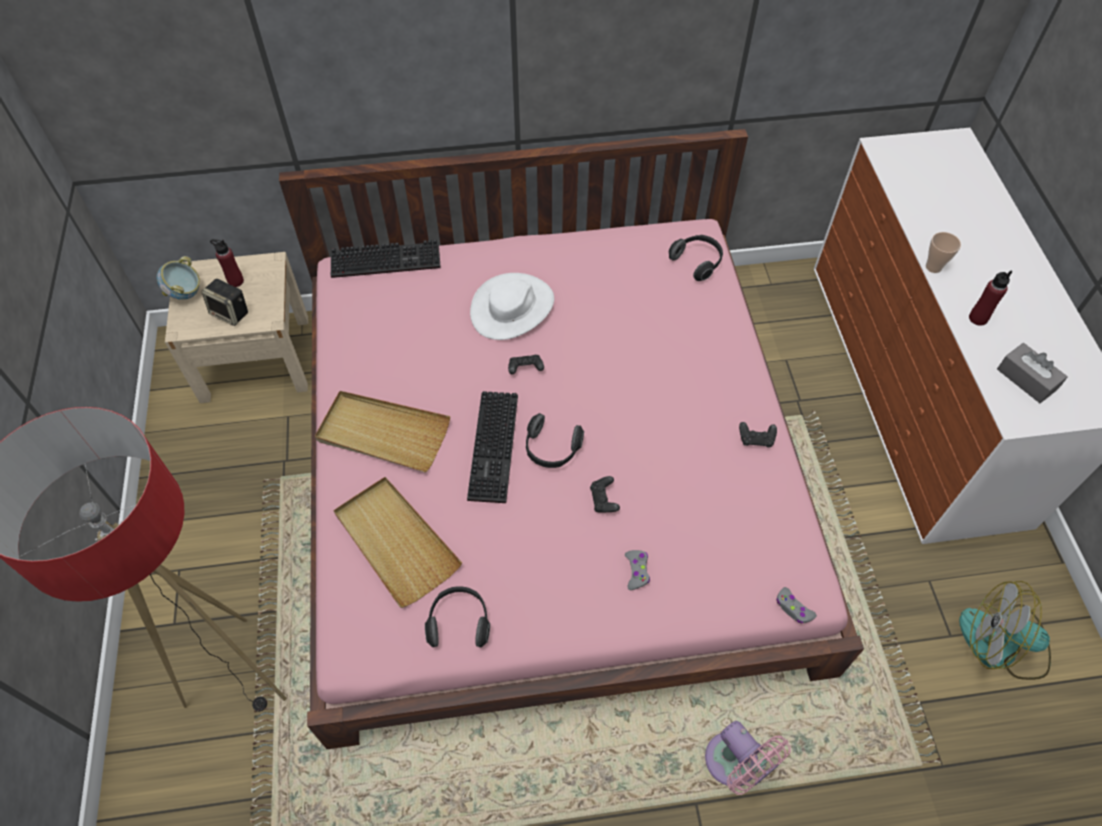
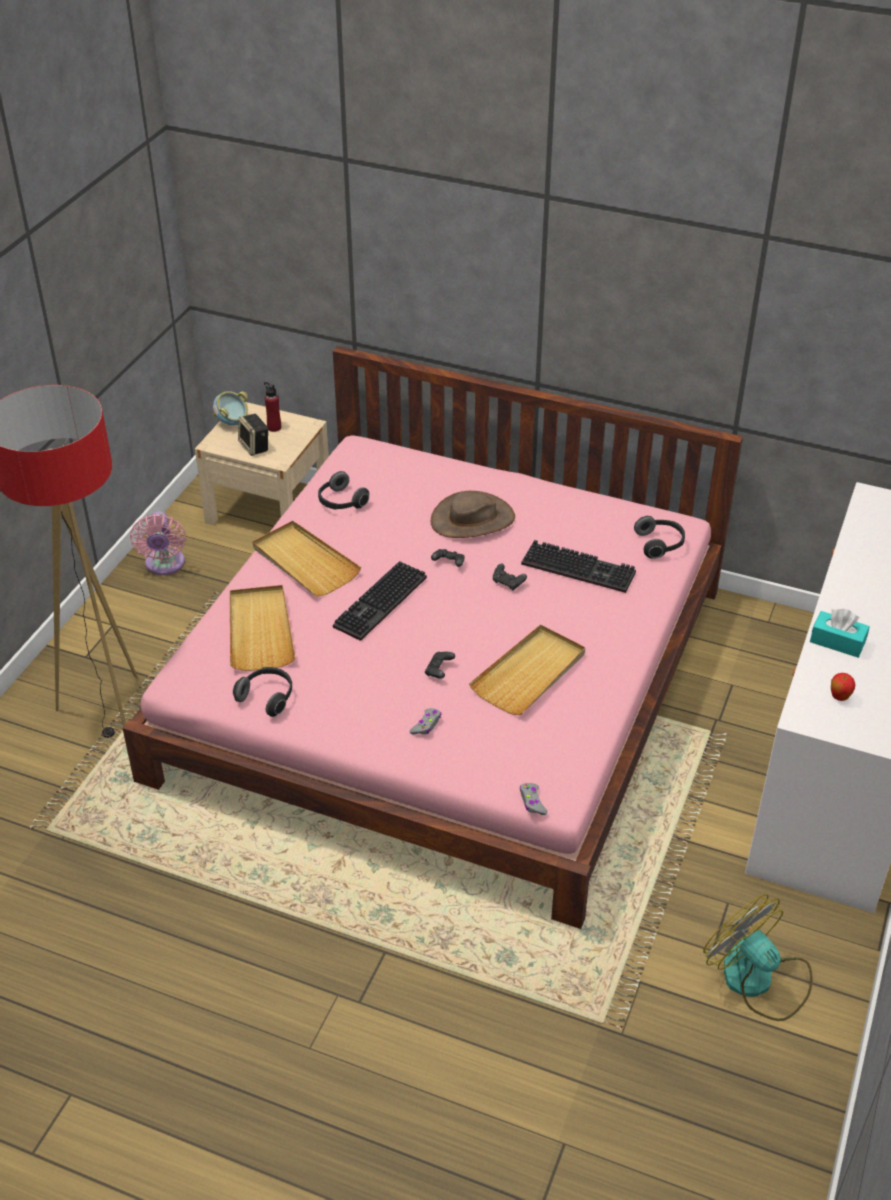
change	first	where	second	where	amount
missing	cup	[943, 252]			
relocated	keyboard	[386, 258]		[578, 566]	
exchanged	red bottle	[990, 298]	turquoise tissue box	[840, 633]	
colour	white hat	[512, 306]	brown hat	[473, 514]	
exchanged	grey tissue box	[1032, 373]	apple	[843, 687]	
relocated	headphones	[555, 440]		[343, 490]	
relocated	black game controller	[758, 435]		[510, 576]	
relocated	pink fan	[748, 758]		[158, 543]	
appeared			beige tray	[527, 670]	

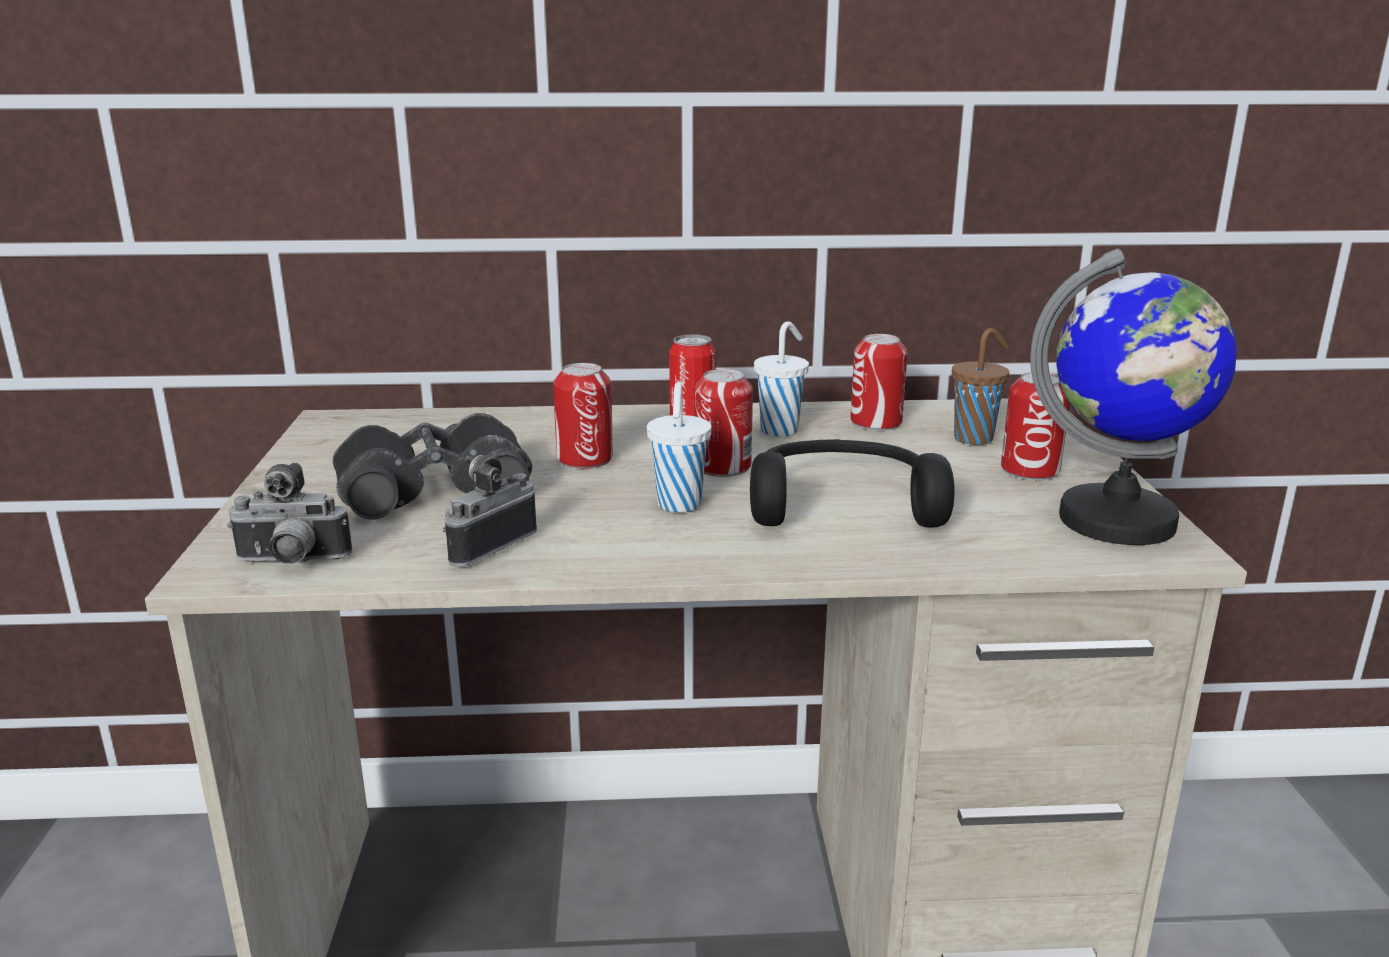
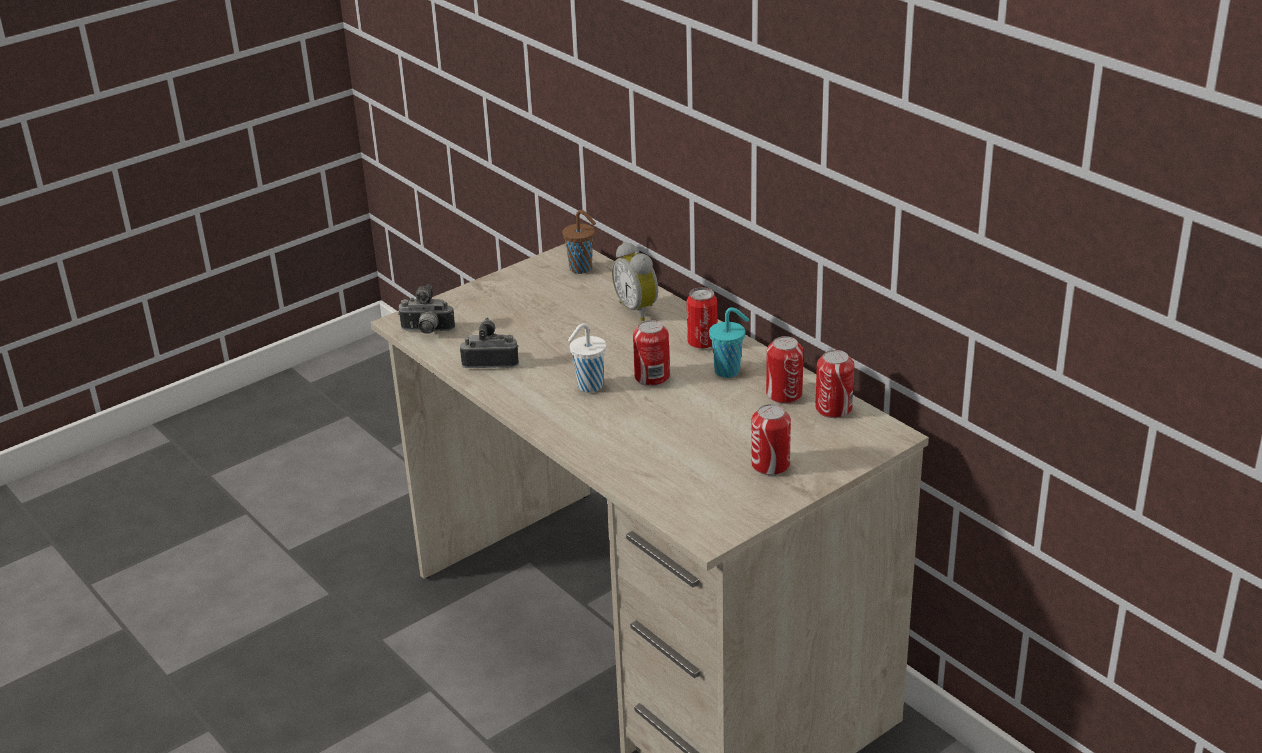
change	first	where	second	where	amount
missing	globe	[1133, 397]			
colour	white cup	[781, 379]	turquoise cup	[729, 342]	
relocated	brown cup	[980, 386]		[579, 242]	
relocated	can	[583, 416]		[835, 384]	
missing	black binoculars	[432, 466]			
missing	black headphones	[852, 483]			
spun	photo camera	[289, 513]		[426, 309]	45 degrees counterclockwise
appeared			alarm clock	[635, 281]	

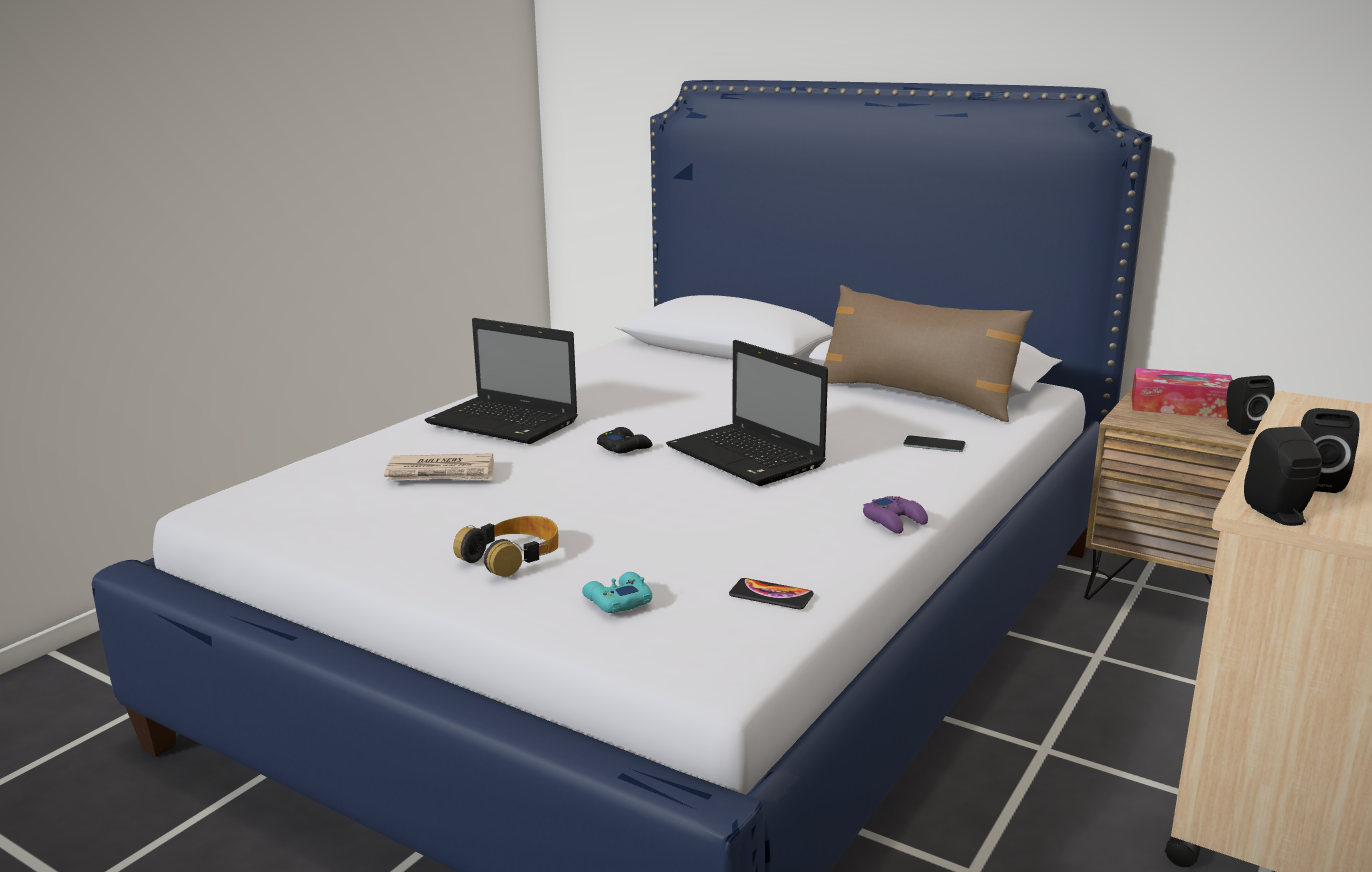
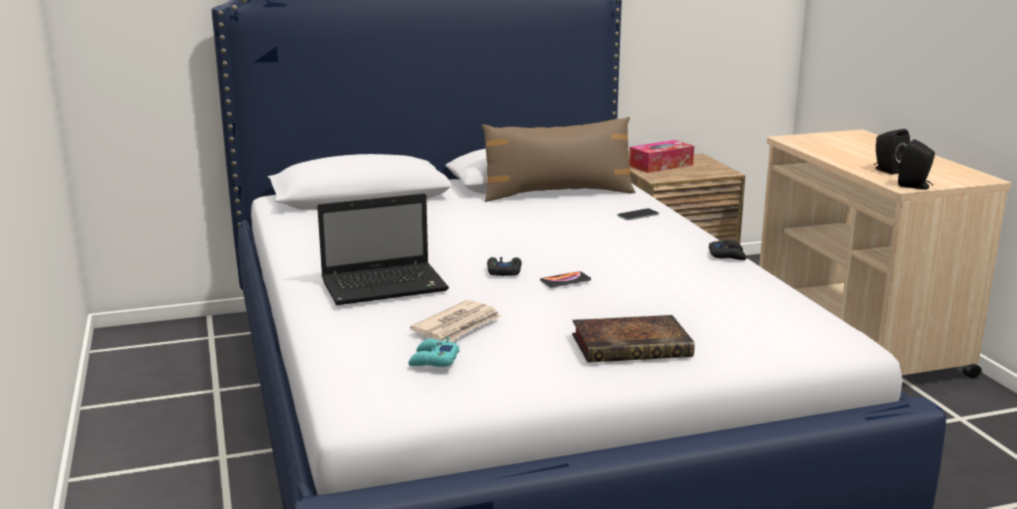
change	first	where	second	where	amount
missing	laptop	[747, 413]			
missing	black speaker	[1250, 405]			
colour	purple game controller	[895, 515]	black game controller	[727, 250]	
exchanged	headphones	[505, 546]	book	[633, 339]	
relocated	turquoise game controller	[617, 592]		[434, 352]	
relocated	phone	[771, 594]		[565, 279]	

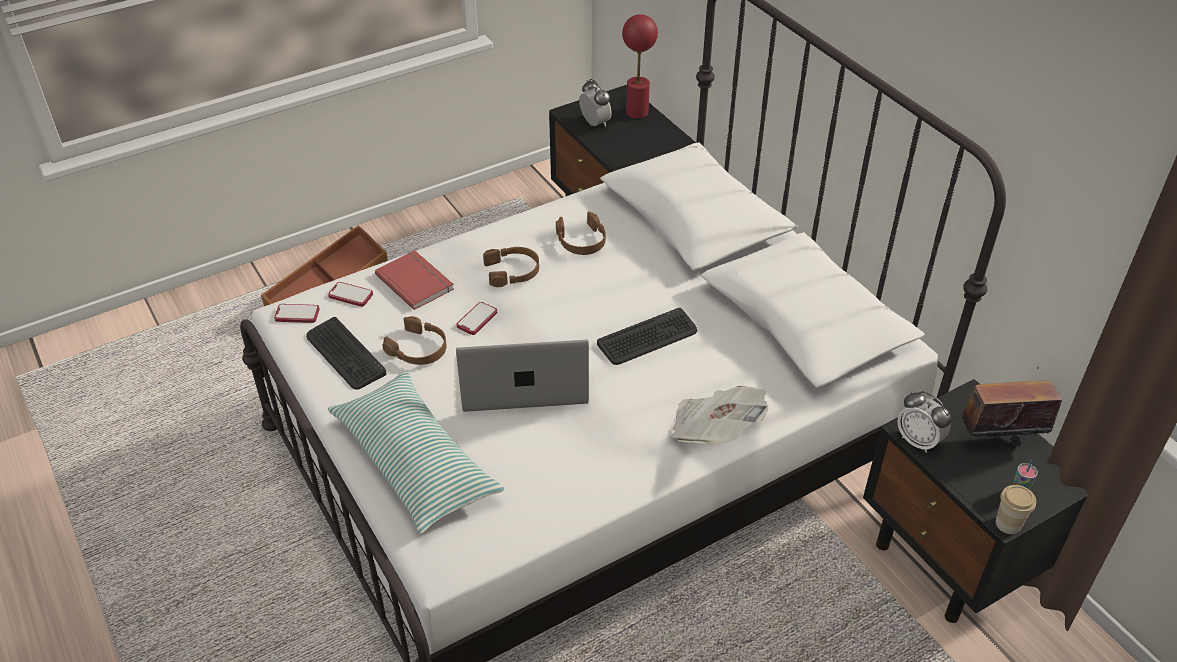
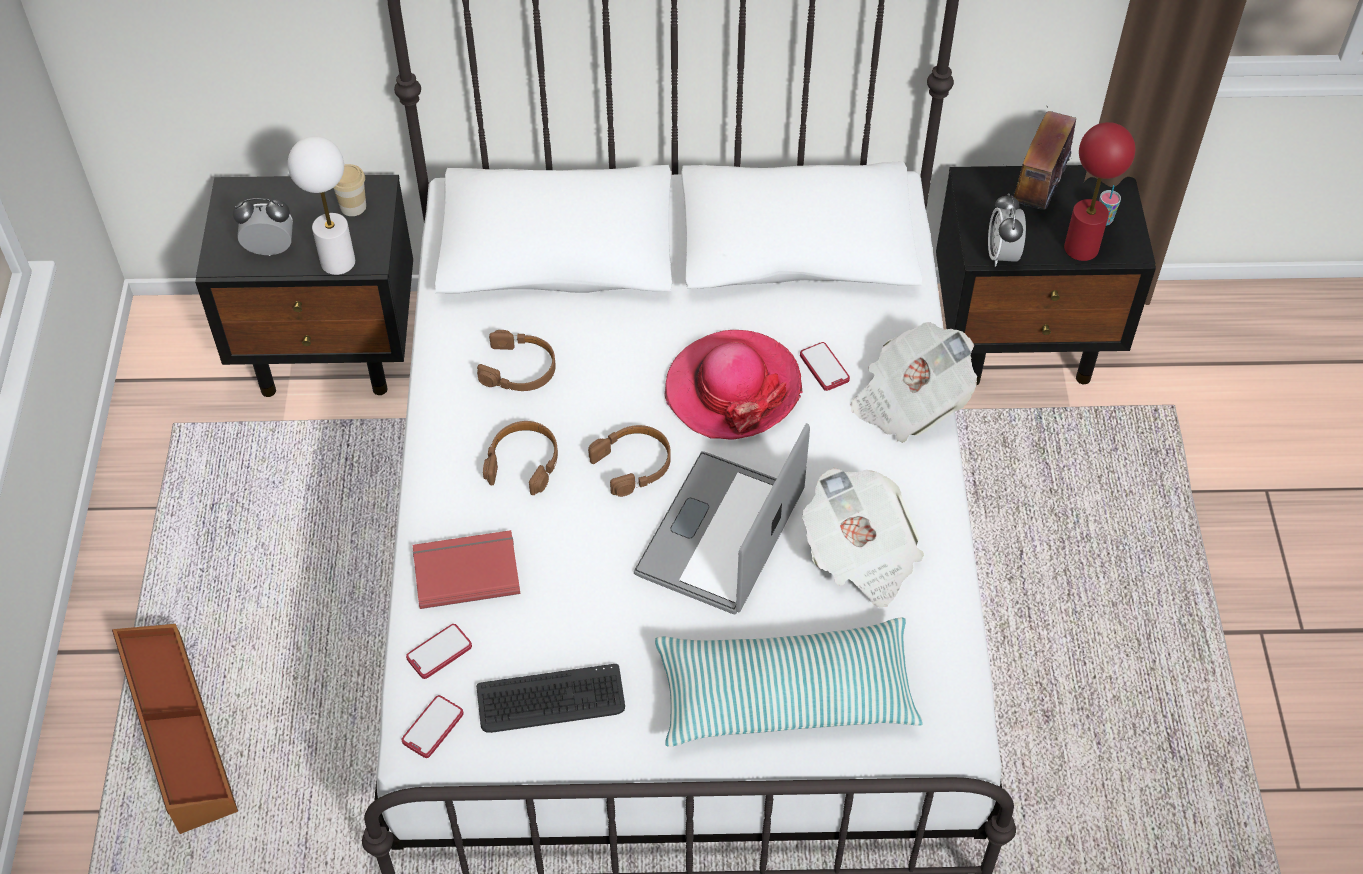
change	first	where	second	where	amount
relocated	red table lamp	[640, 66]		[1099, 191]	
relocated	phone	[476, 318]		[825, 366]	
exchanged	keyboard	[647, 336]	hat	[733, 385]	
relocated	brown headphones	[414, 340]		[629, 461]	
spun	alarm clock	[924, 422]		[1007, 230]	105 degrees clockwise
relocated	cup	[1016, 509]		[350, 190]	
appeared			white table lamp	[321, 205]	
appeared			newspaper	[863, 537]	

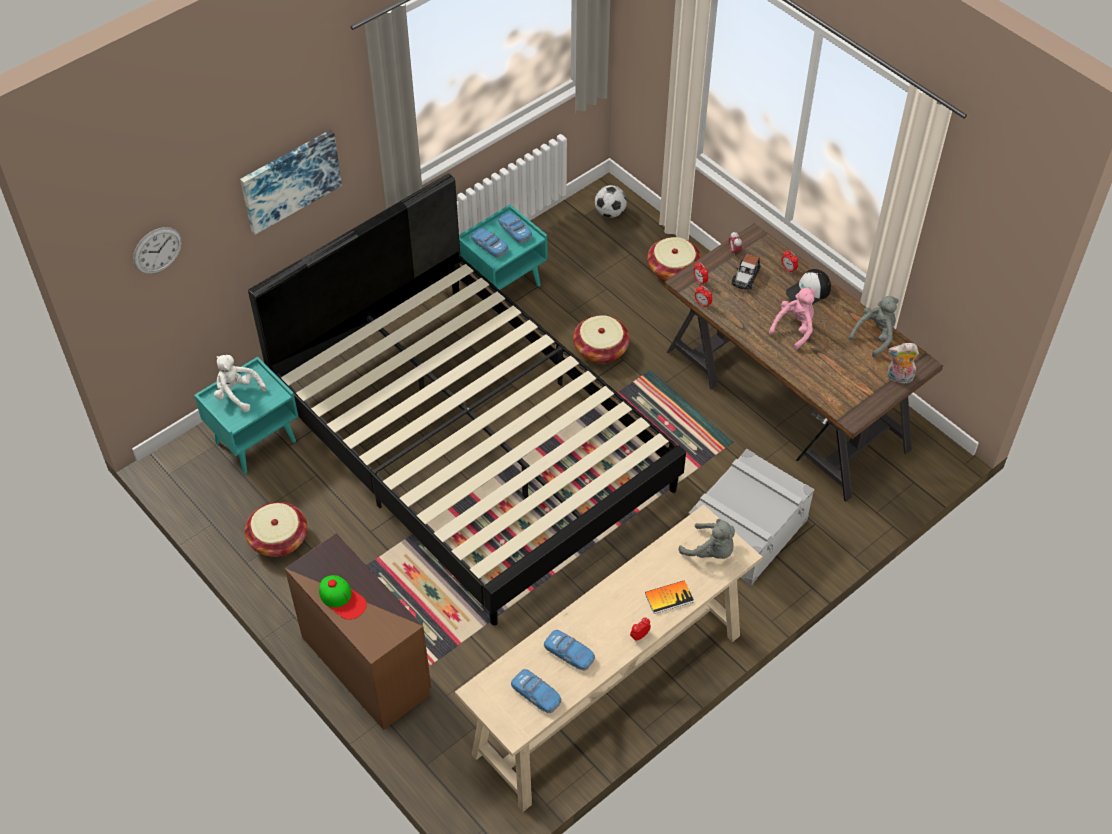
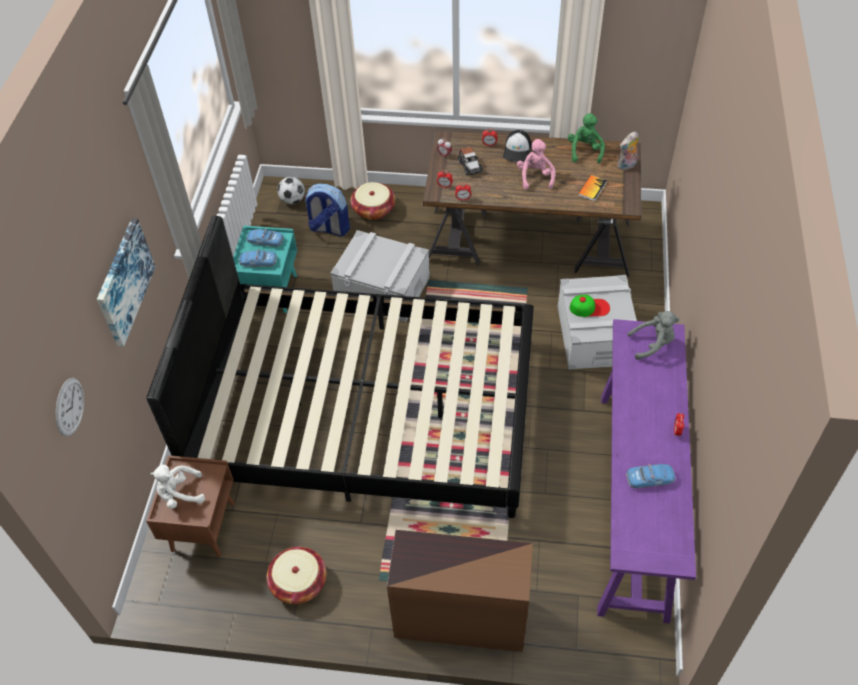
change	first	where	second	where	amount
colour	grey plush toy	[873, 326]	green plush toy	[586, 138]	
exchanged	basket	[601, 339]	grey storage box	[380, 276]	
colour	turquoise nightstand	[246, 415]	brown nightstand	[190, 506]	
colour	beige console table	[608, 658]	purple console table	[646, 471]	
relocated	cap	[343, 597]		[590, 305]	
relocated	book	[669, 597]		[592, 188]	
missing	toy car	[536, 691]			
appeared			backpack	[327, 210]	

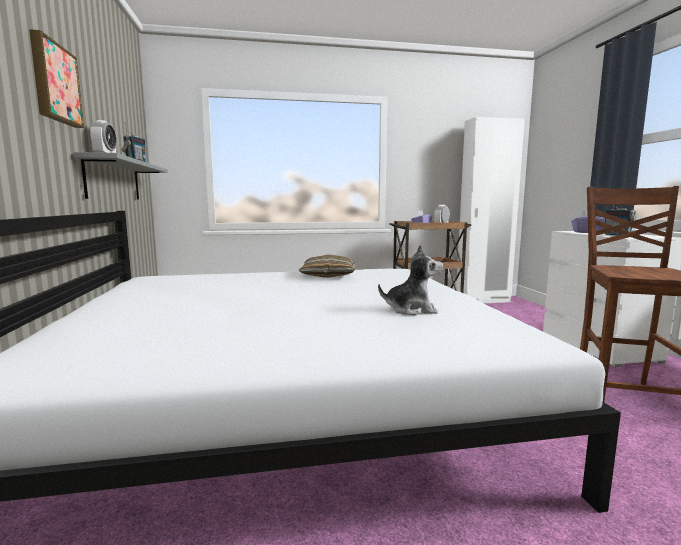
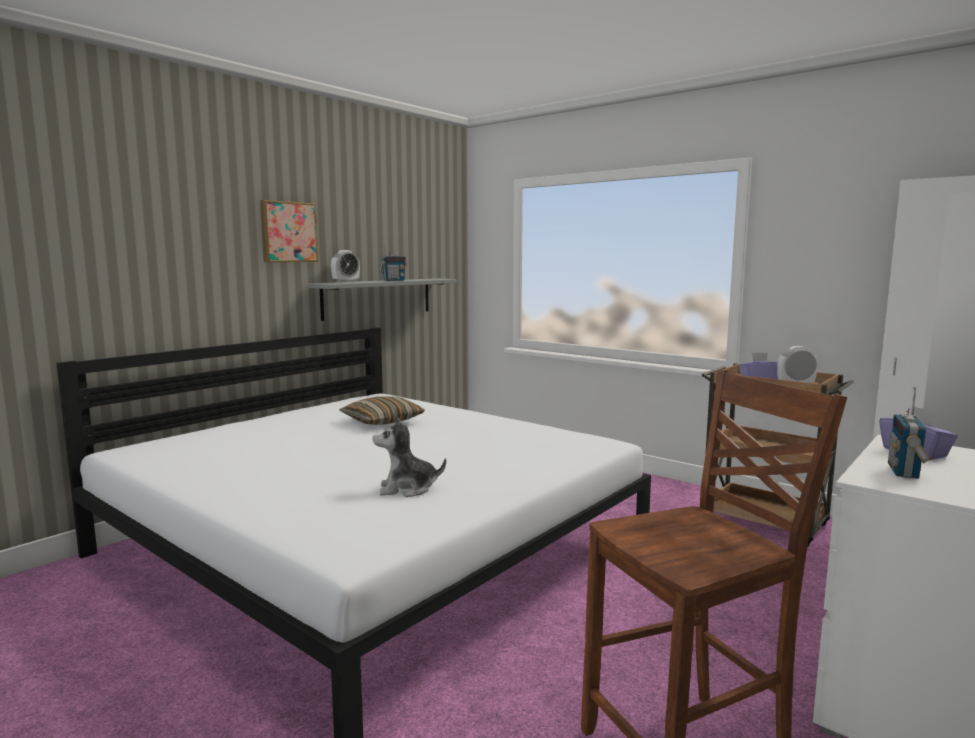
change	first	where	second	where	amount
spun	plush toy	[411, 280]		[409, 457]	120 degrees clockwise
relocated	pillow	[327, 266]		[382, 410]	

